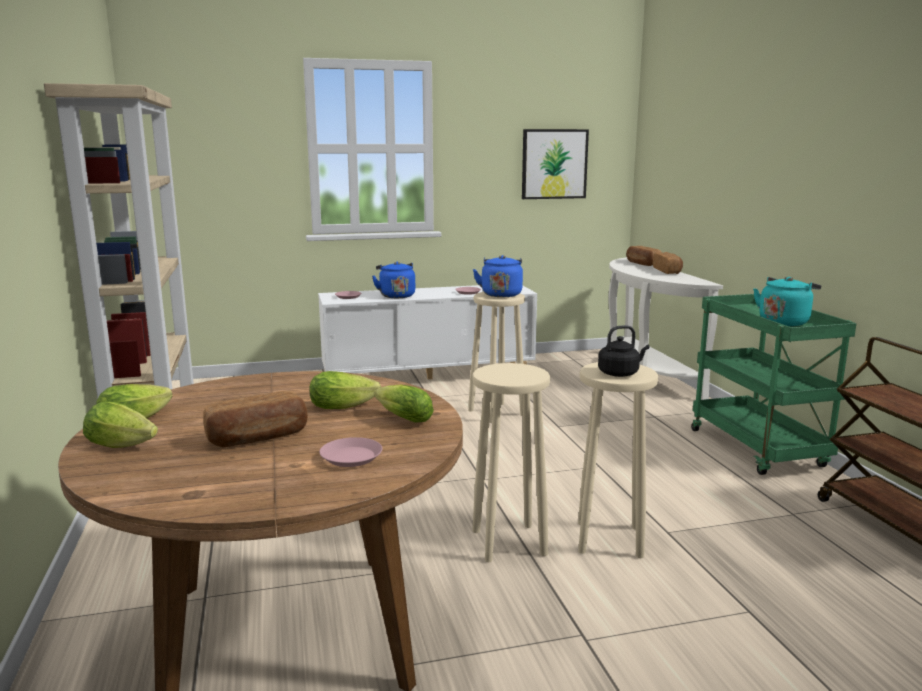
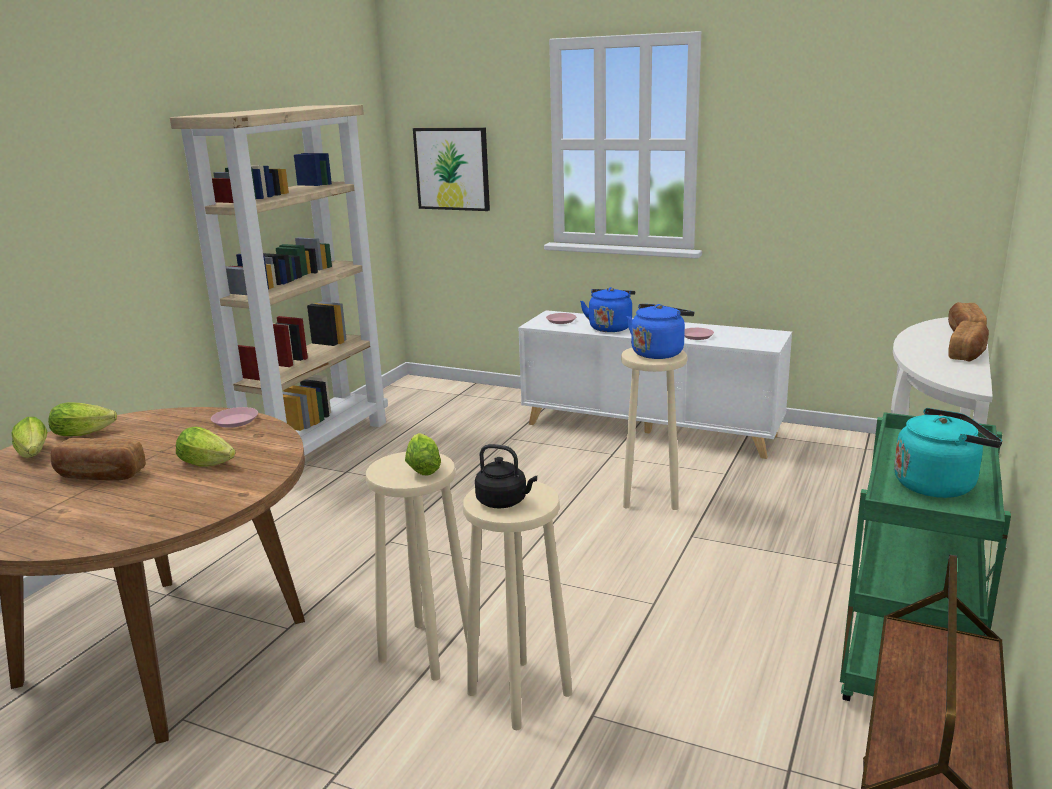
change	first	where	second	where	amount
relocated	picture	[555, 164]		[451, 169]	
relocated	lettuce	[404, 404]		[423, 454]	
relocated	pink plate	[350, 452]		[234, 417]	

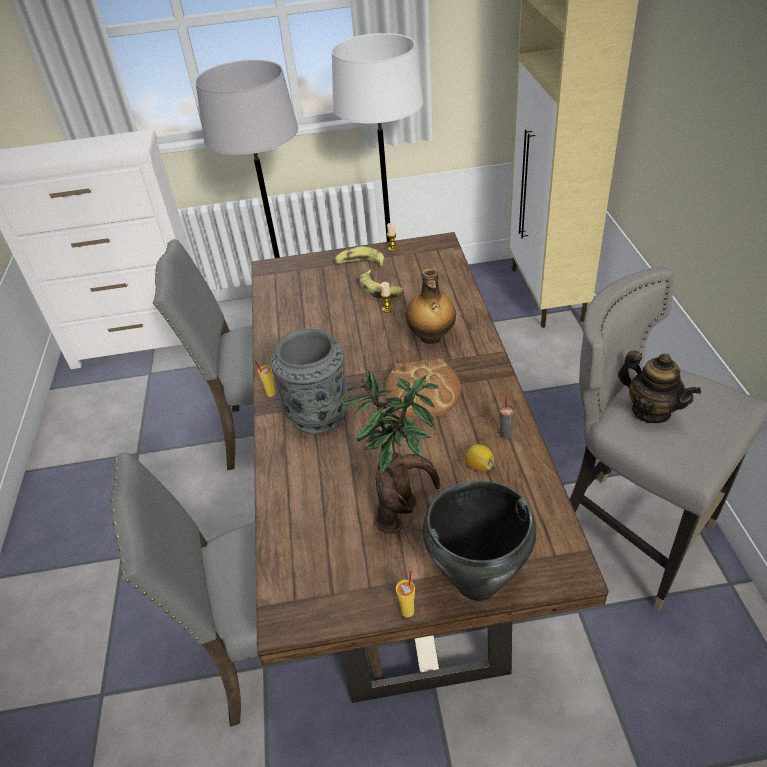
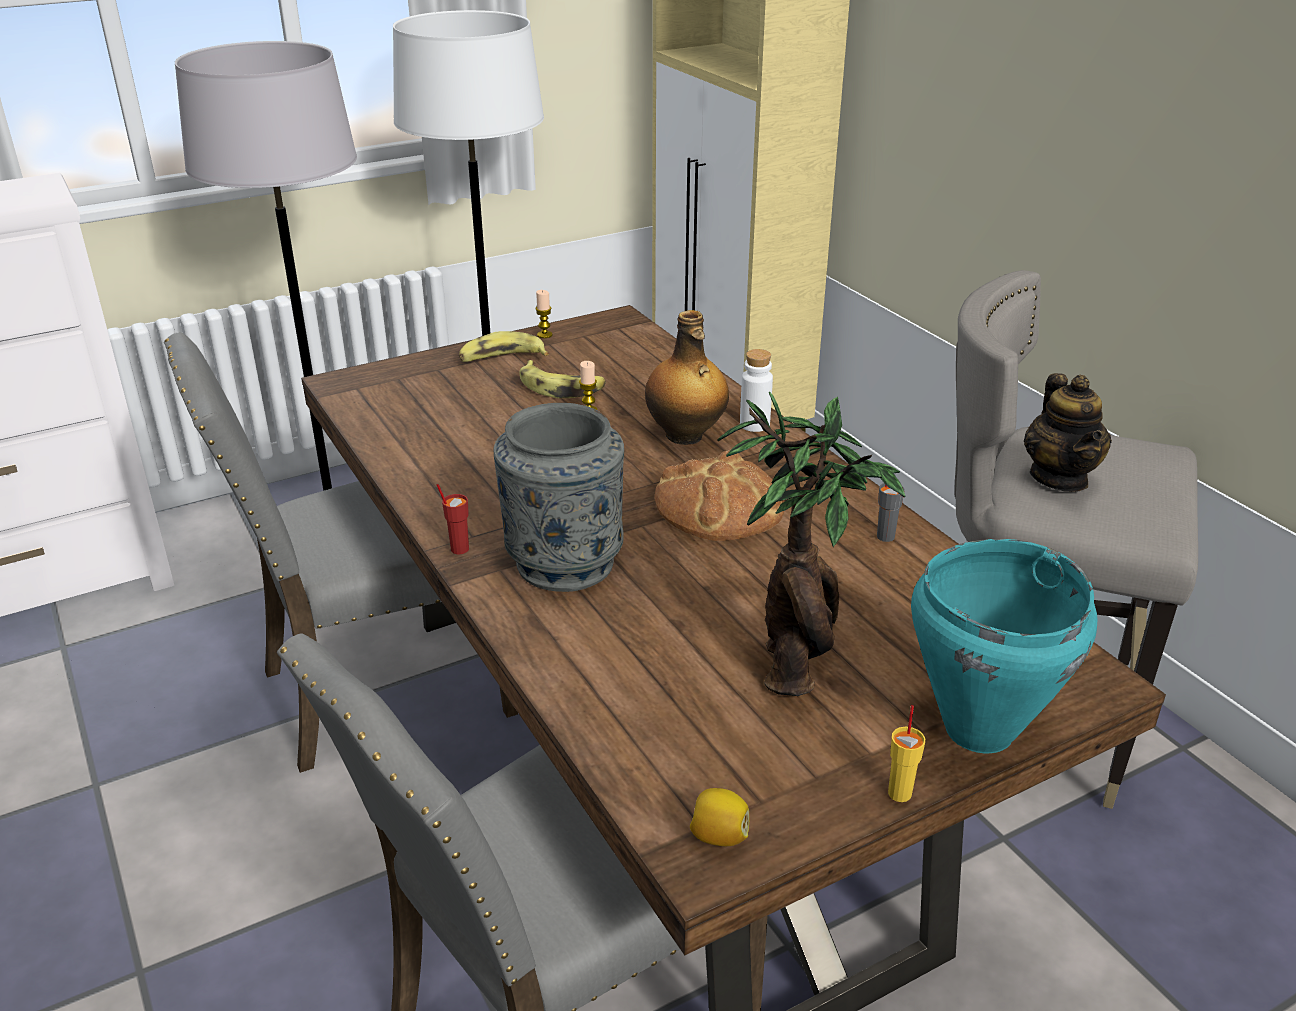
change	first	where	second	where	amount
spun	teapot	[659, 386]		[1068, 432]	60 degrees clockwise
colour	yellow cup	[265, 378]	red cup	[453, 519]	
relocated	lemon	[479, 458]		[719, 817]	
colour	black cooking pot	[480, 541]	turquoise cooking pot	[1004, 646]	
appeared			white bottle	[756, 390]	

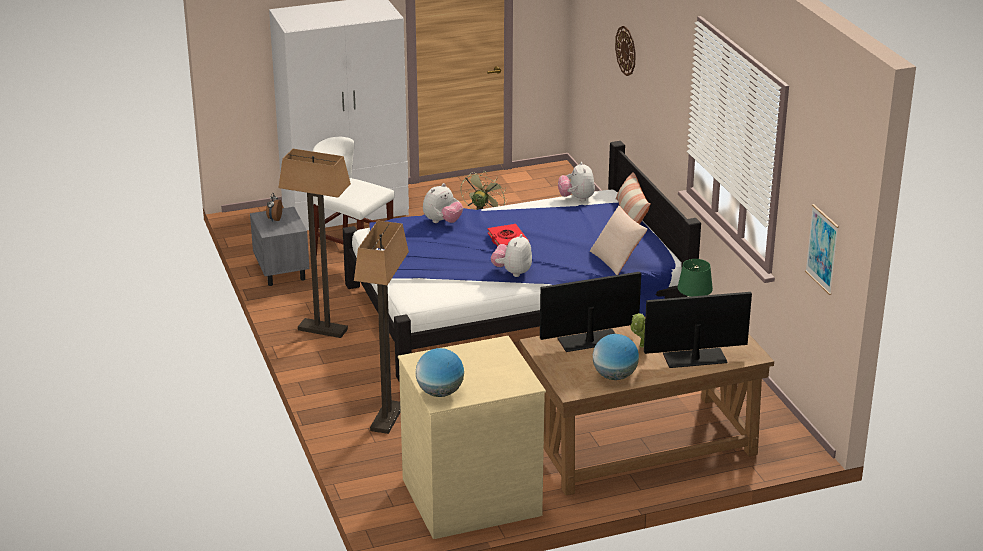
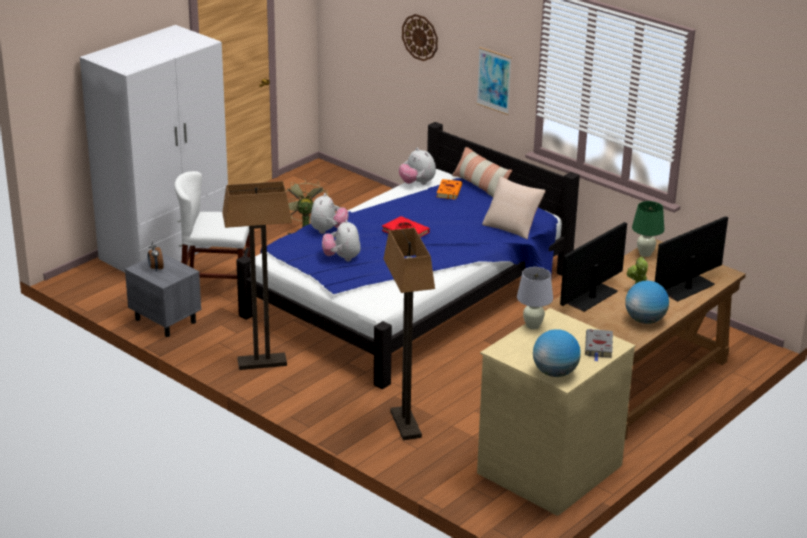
change	first	where	second	where	amount
relocated	picture	[822, 249]		[494, 81]	
relocated	plush toy	[511, 255]		[341, 240]	
appeared			orange book	[449, 189]	
appeared			white table lamp	[535, 298]	
appeared			grey book	[599, 345]	

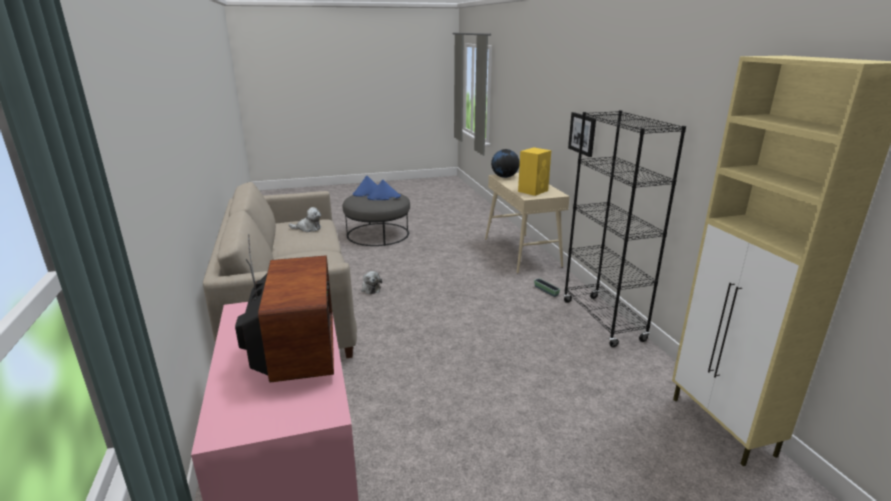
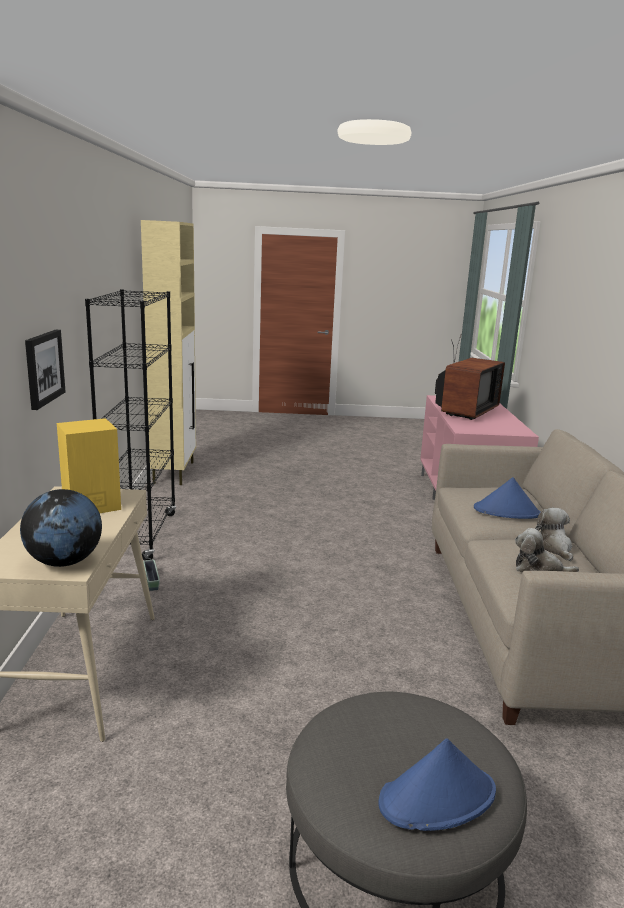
change	first	where	second	where	amount
relocated	blue hat	[384, 190]		[507, 498]	
spun	television	[284, 308]		[470, 377]	150 degrees counterclockwise
relocated	plush toy	[371, 282]		[554, 534]	

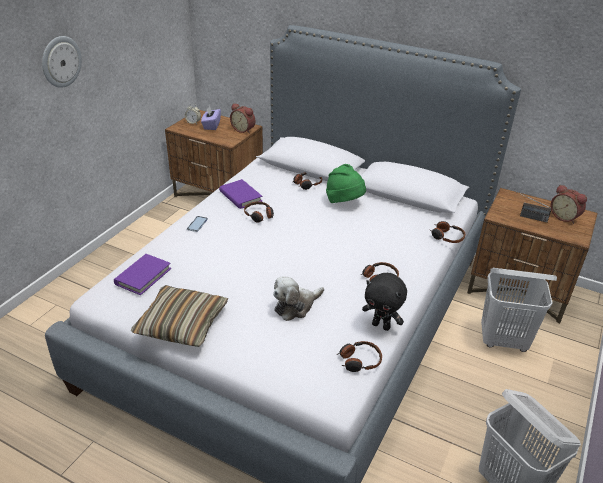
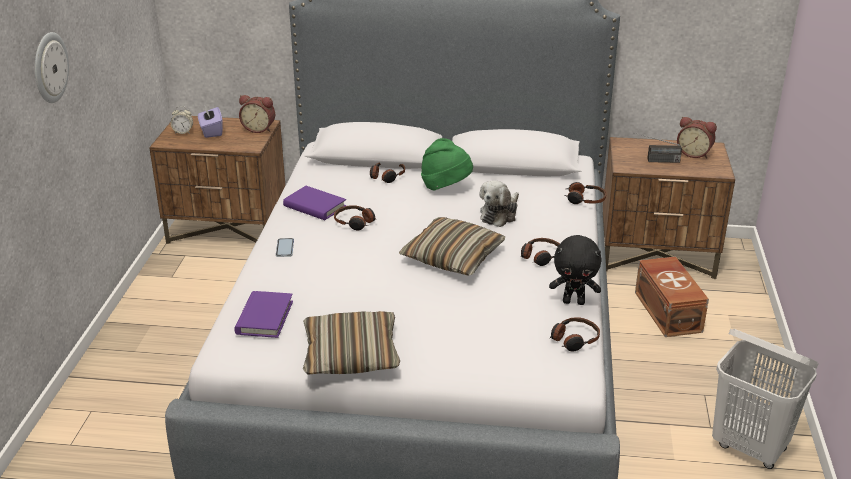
change	first	where	second	where	amount
exchanged	white laundry basket	[519, 310]	brown storage box	[672, 296]	
relocated	plush toy	[298, 298]		[499, 203]	
appeared			pillow	[452, 246]	

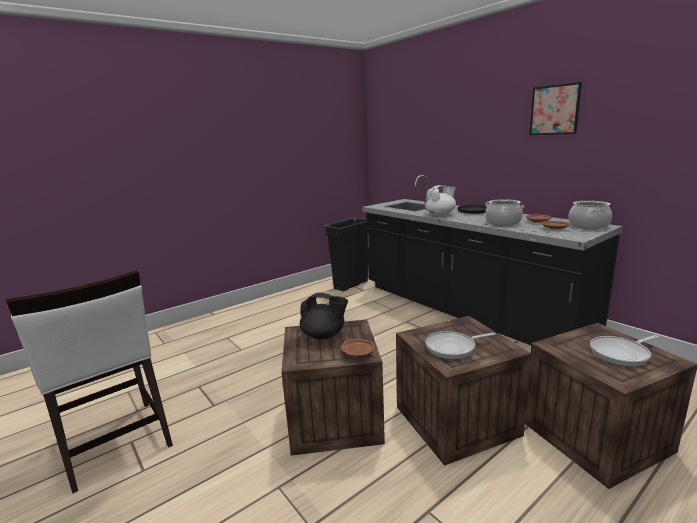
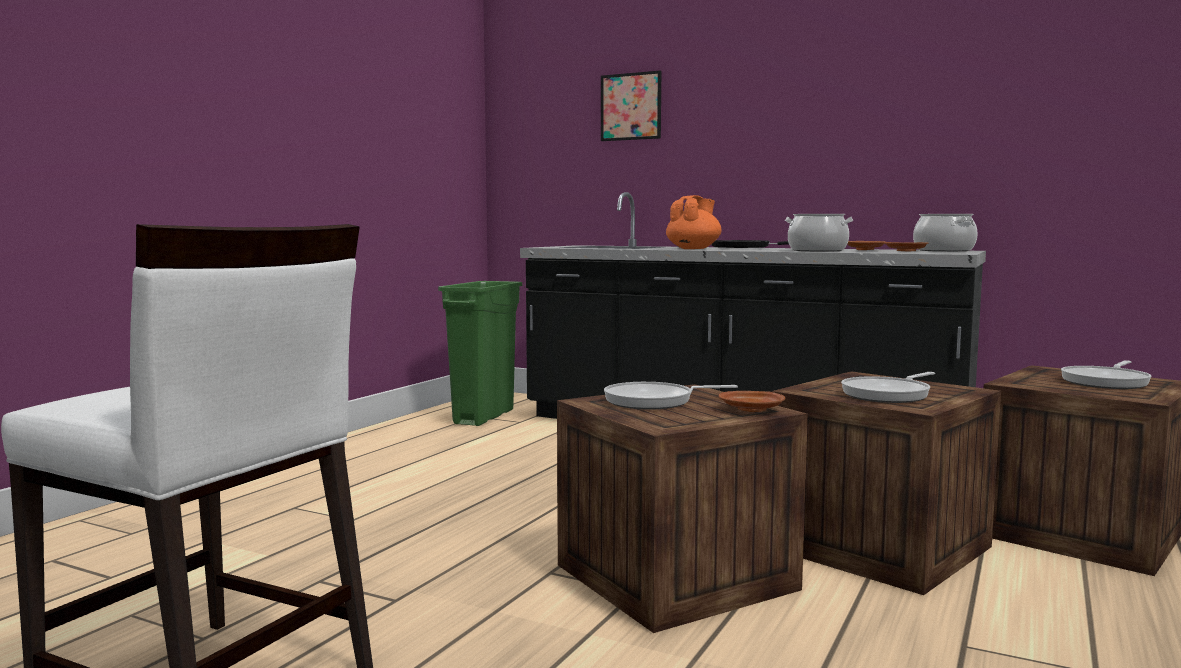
change	first	where	second	where	amount
relocated	picture	[555, 108]		[631, 106]	
colour	white teapot	[440, 200]	orange teapot	[693, 222]	
colour	black trash can	[346, 255]	green trash can	[480, 353]	
exchanged	black teapot	[324, 316]	frying pan	[671, 396]	

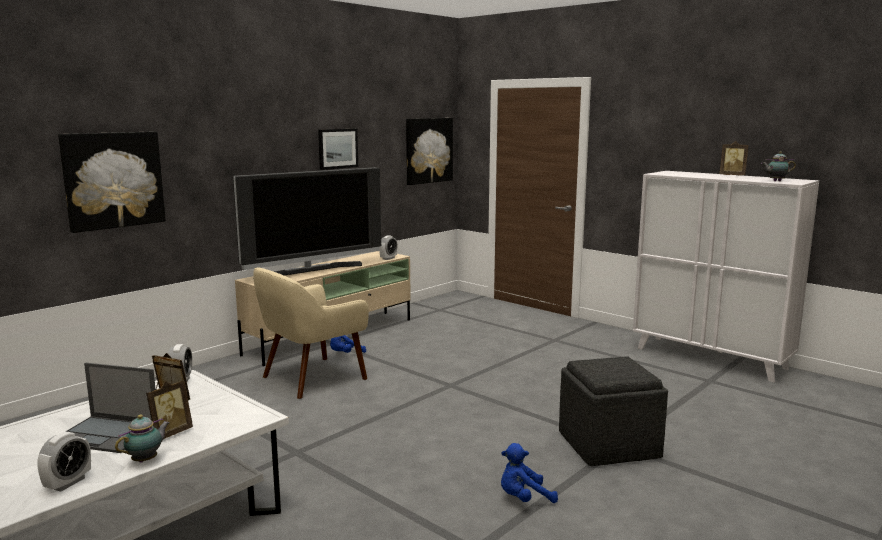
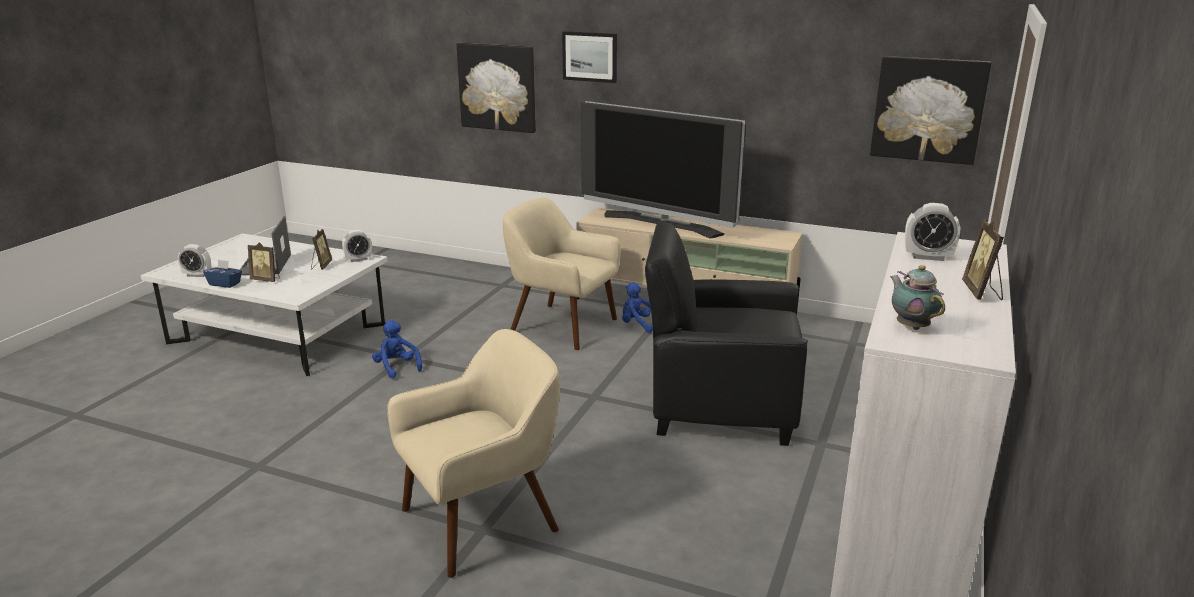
change	first	where	second	where	amount
relocated	picture	[338, 149]		[589, 57]	
relocated	alarm clock	[388, 247]		[932, 232]	
exchanged	grey ottoman	[613, 411]	beige armchair	[473, 453]	
exchanged	teapot	[142, 438]	blue tissue box	[222, 274]	
relocated	blue plush toy	[529, 473]		[397, 349]	
appeared			black armchair	[726, 334]	

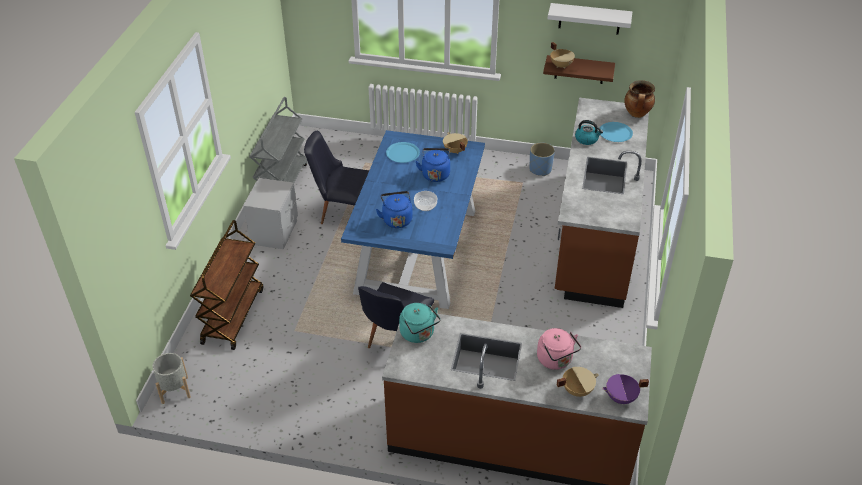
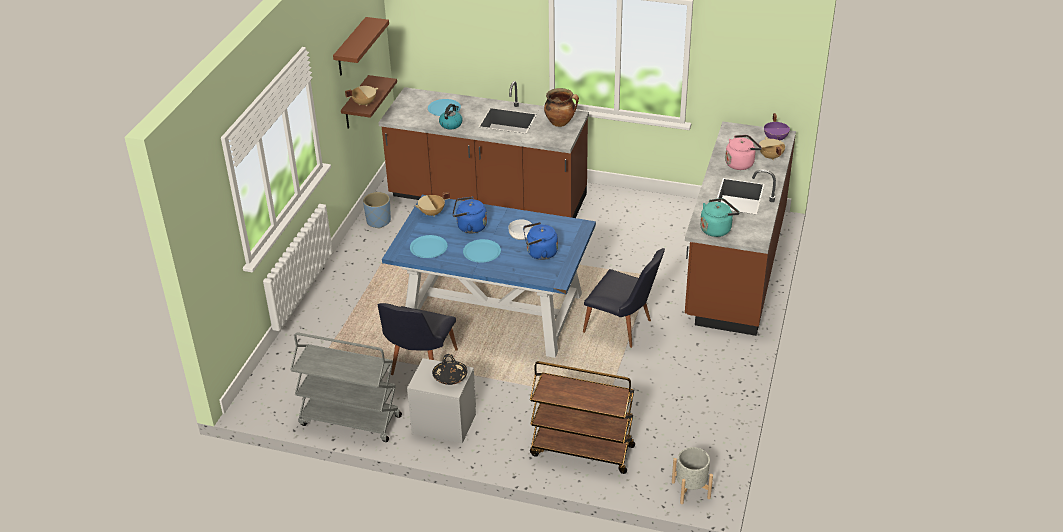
change	first	where	second	where	amount
colour	white shelf	[590, 19]	brown shelf	[361, 46]	
relocated	cooking pot	[639, 99]		[561, 107]	
appeared			blue plate	[482, 251]	
appeared			black bowl	[450, 369]	

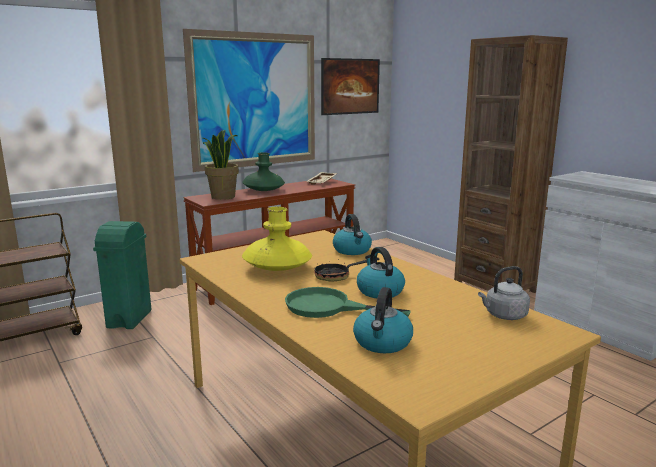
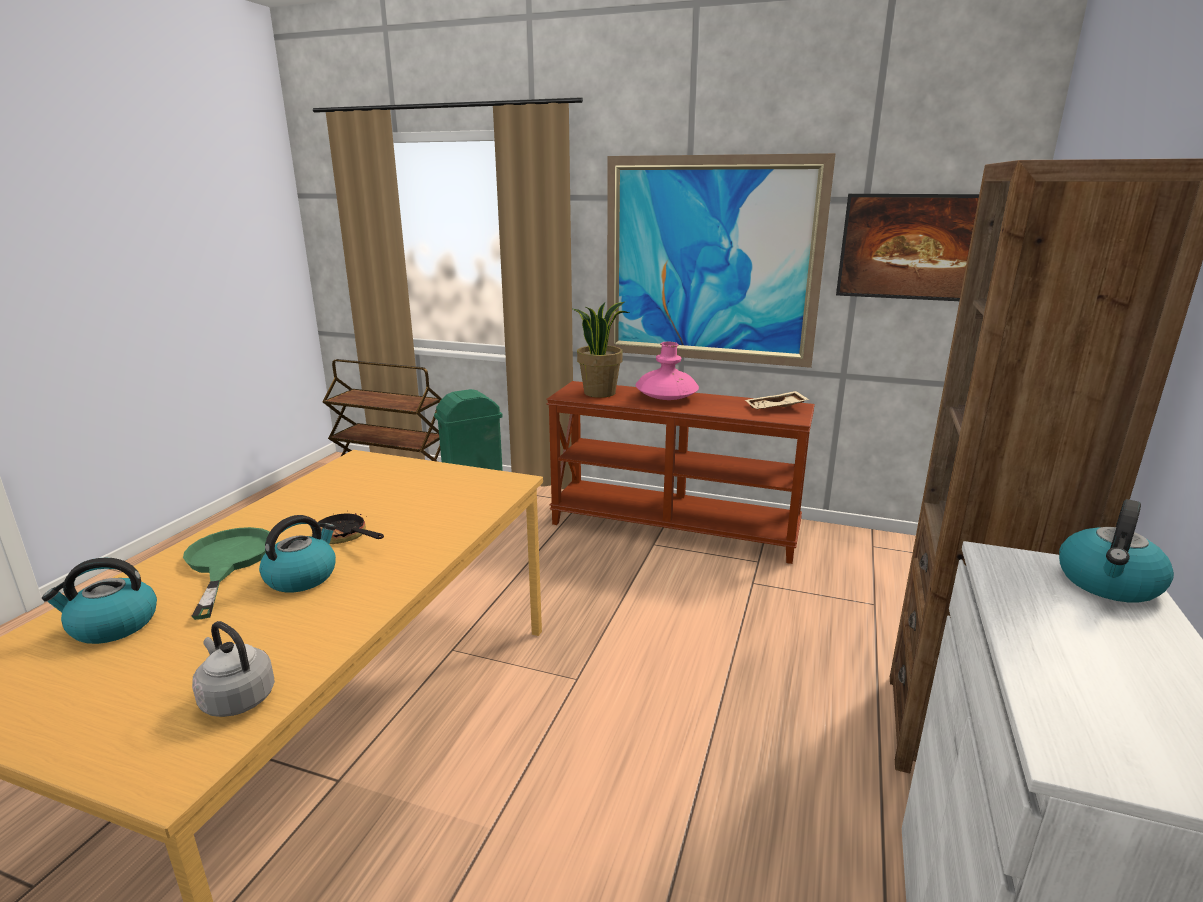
change	first	where	second	where	amount
colour	green vase	[263, 171]	pink vase	[667, 370]	
missing	yellow vase	[277, 239]			
relocated	kettle	[352, 234]		[1116, 551]	

